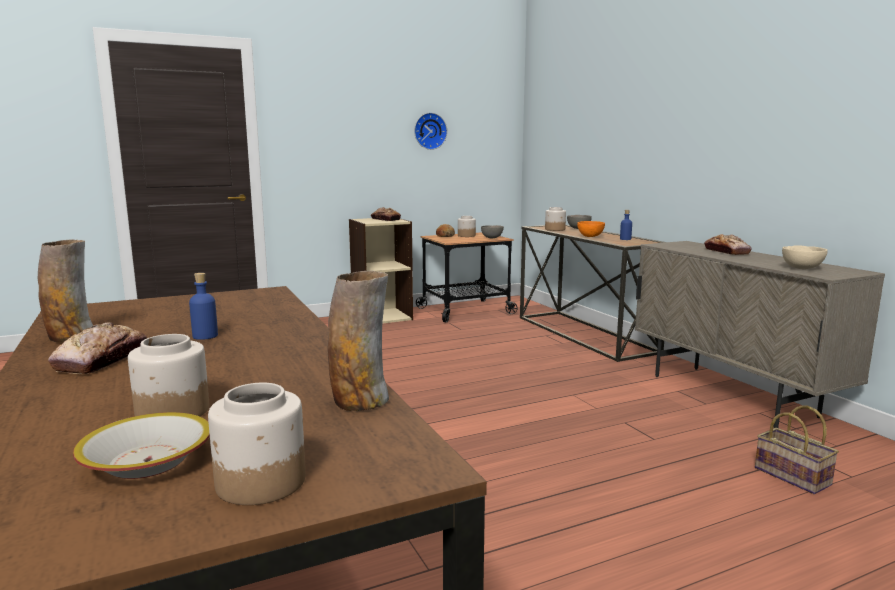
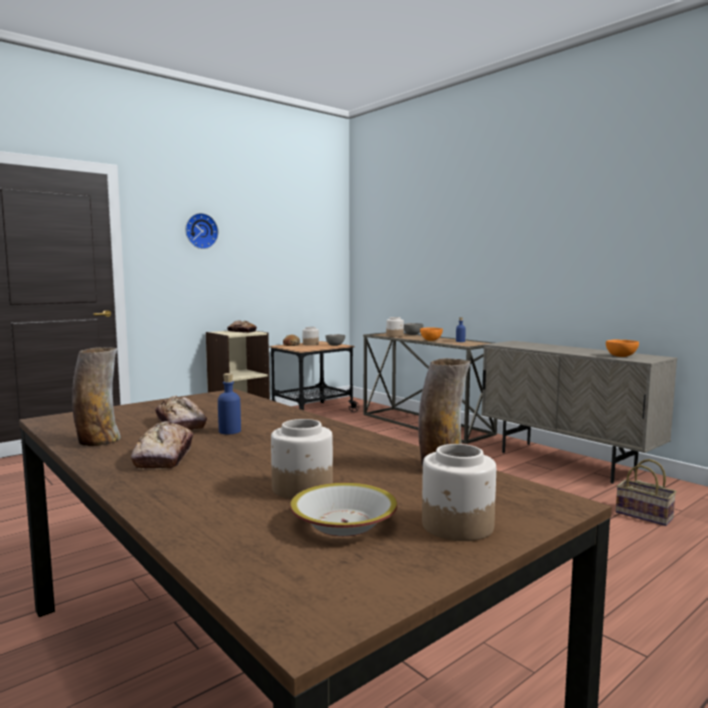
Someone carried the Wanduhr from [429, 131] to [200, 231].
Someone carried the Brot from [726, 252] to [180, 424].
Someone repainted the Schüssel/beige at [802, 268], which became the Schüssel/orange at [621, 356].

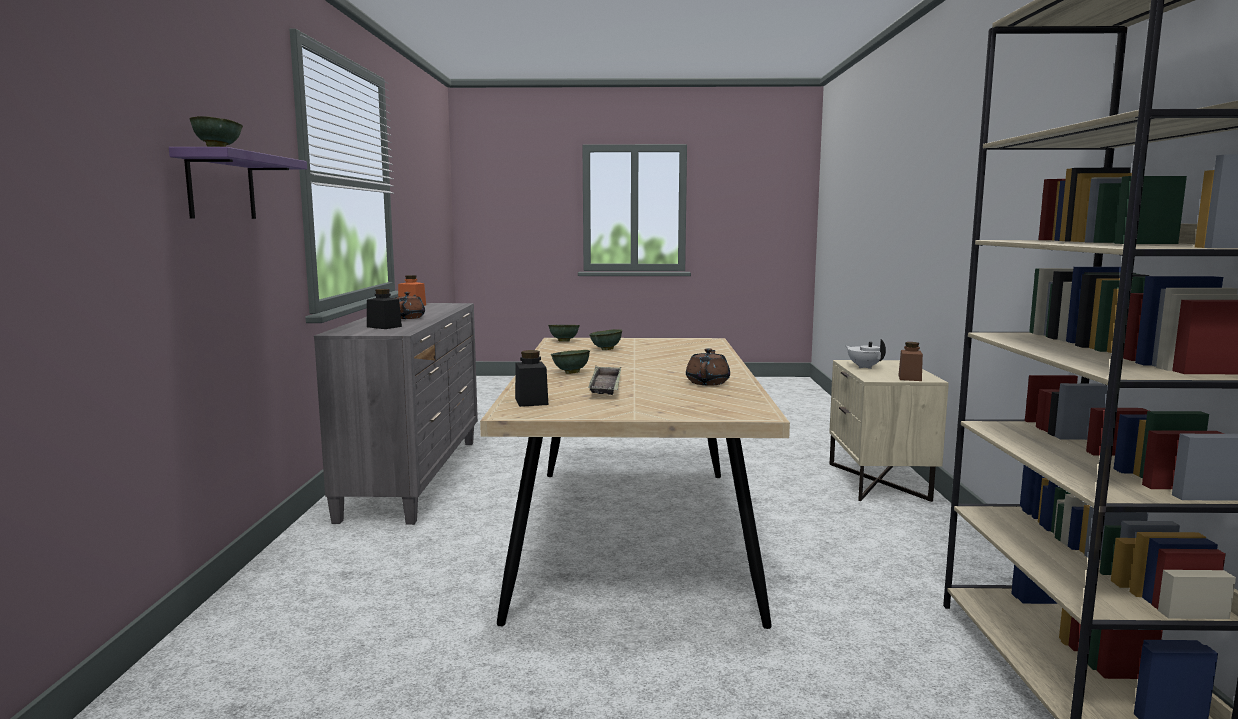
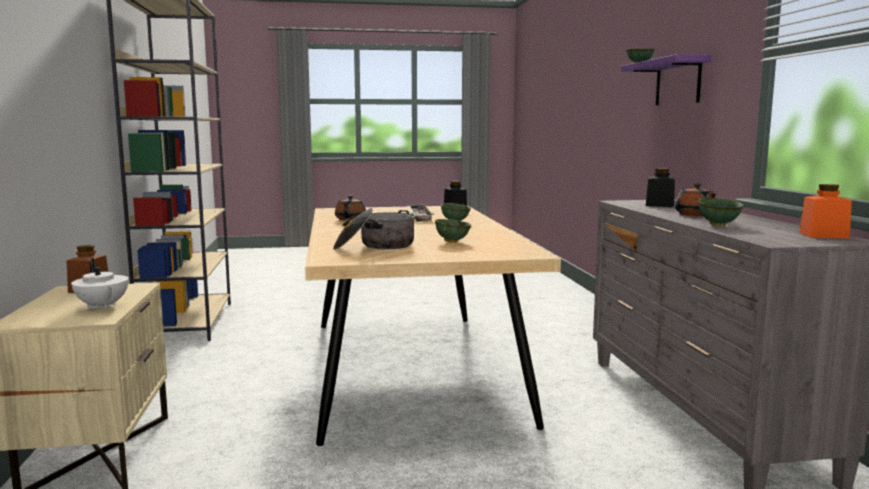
Someone put down the Kochtopf at [375, 246].
Someone carried the Schüssel/grün from [563, 341] to [719, 225].

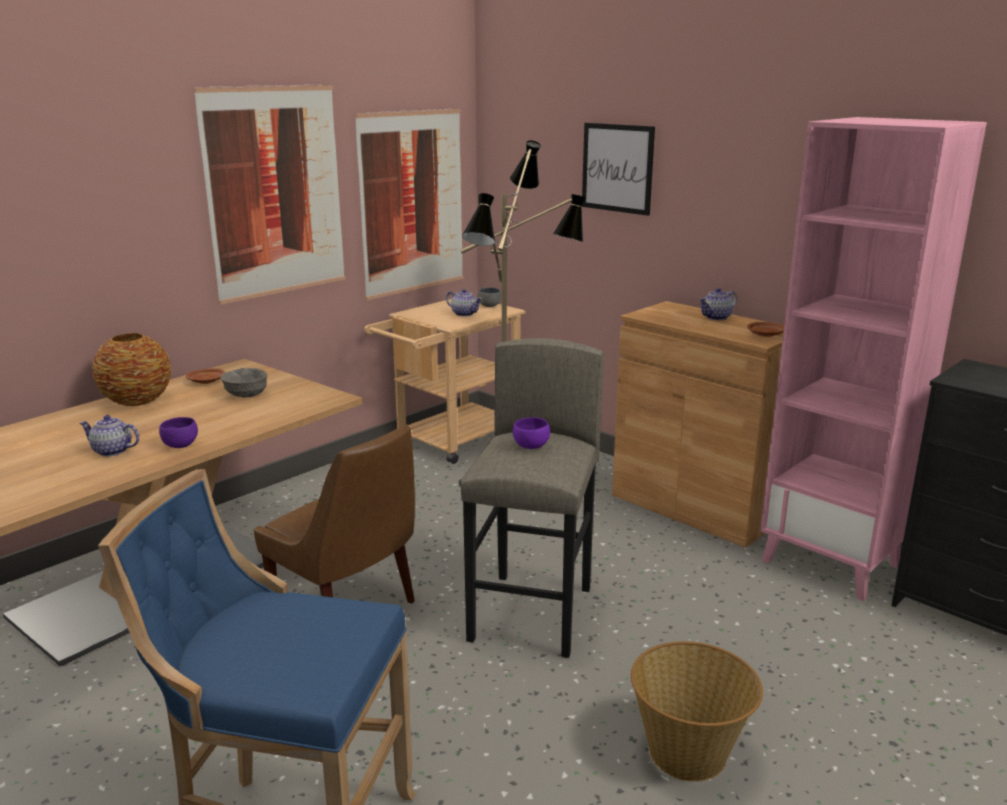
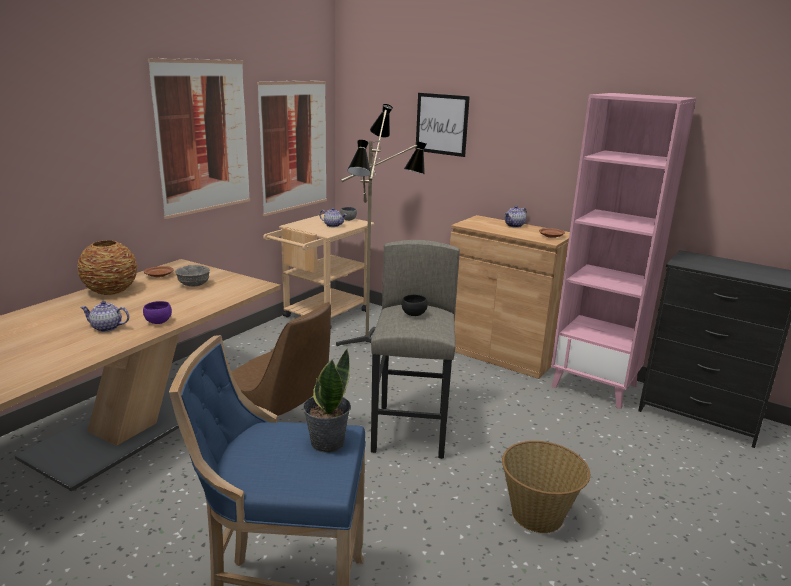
Someone put down the Topfpflanze at [327, 442].
Someone repainted the Schüssel/lila at [529, 446], which became the Schüssel/schwarz at [413, 314].

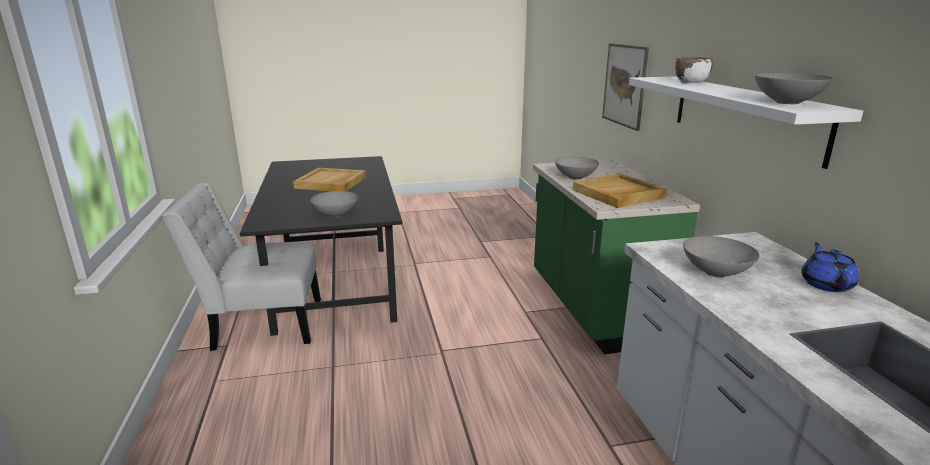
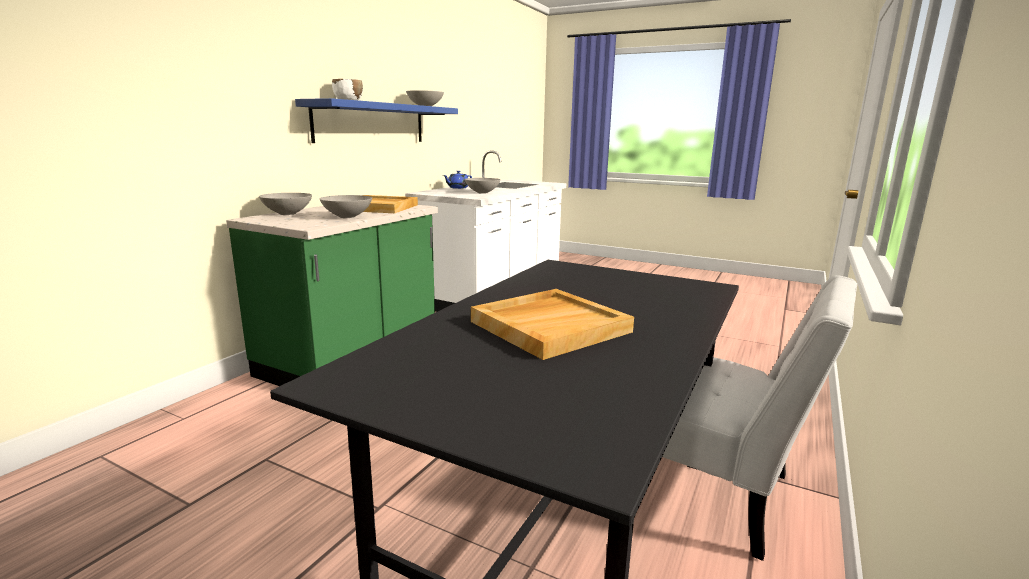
Someone took away the Bild at [624, 85].
Someone carried the Schüssel/grau from [336, 215] to [287, 213].
Someone repainted the Wandregal/weiß at [744, 116], which became the Wandregal/blau at [371, 123].

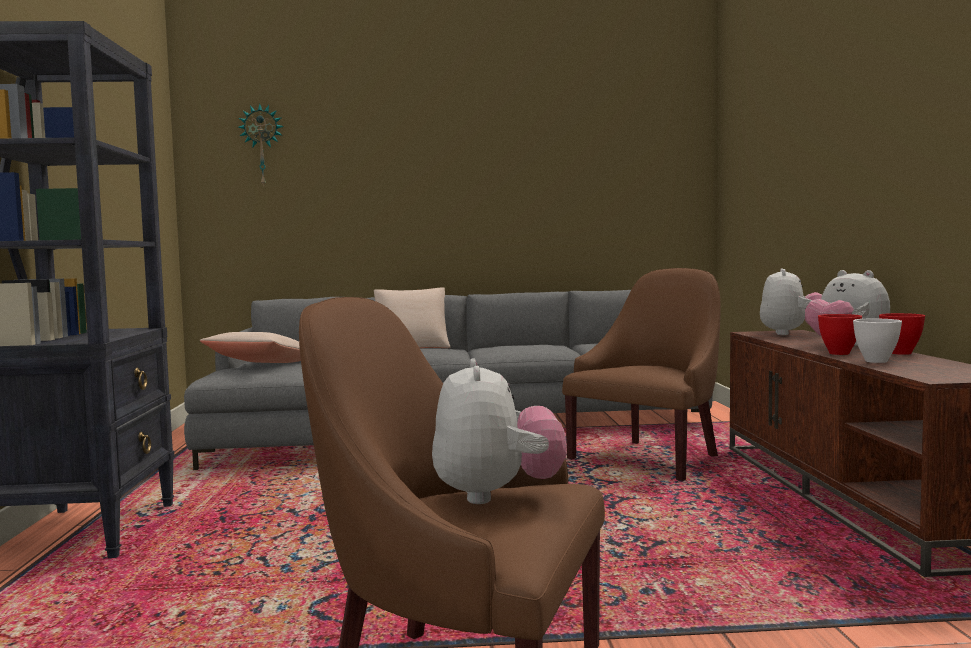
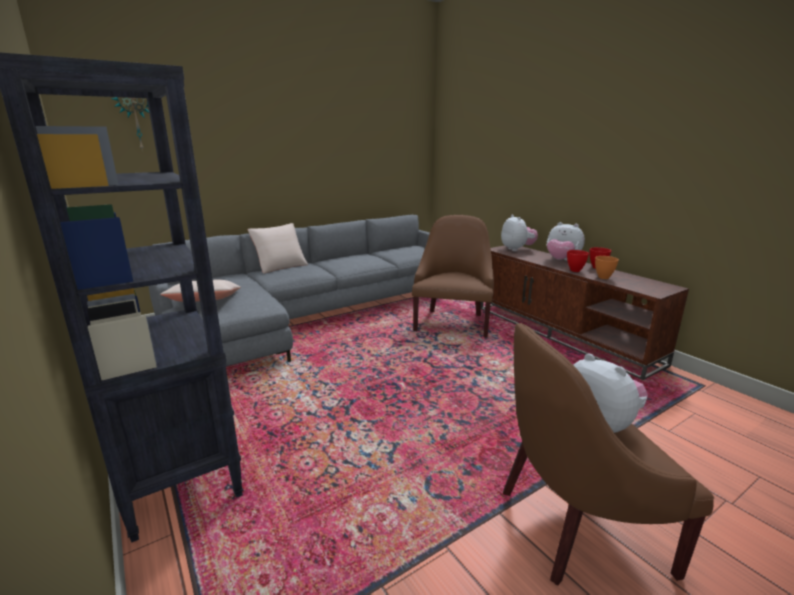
Someone repainted the Schüssel/weiß at [875, 361], which became the Schüssel/orange at [603, 277].

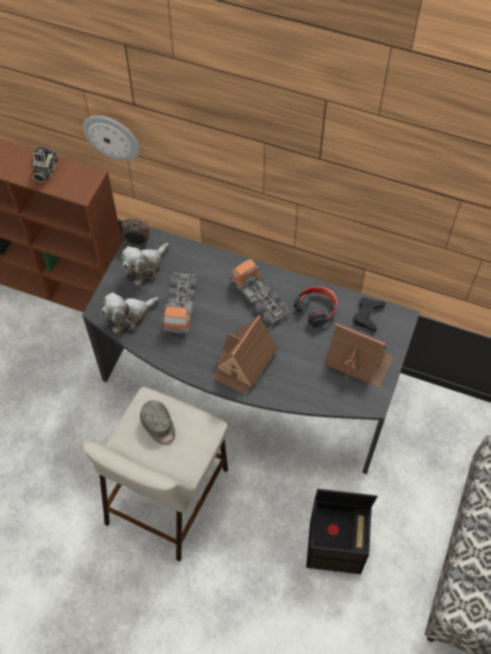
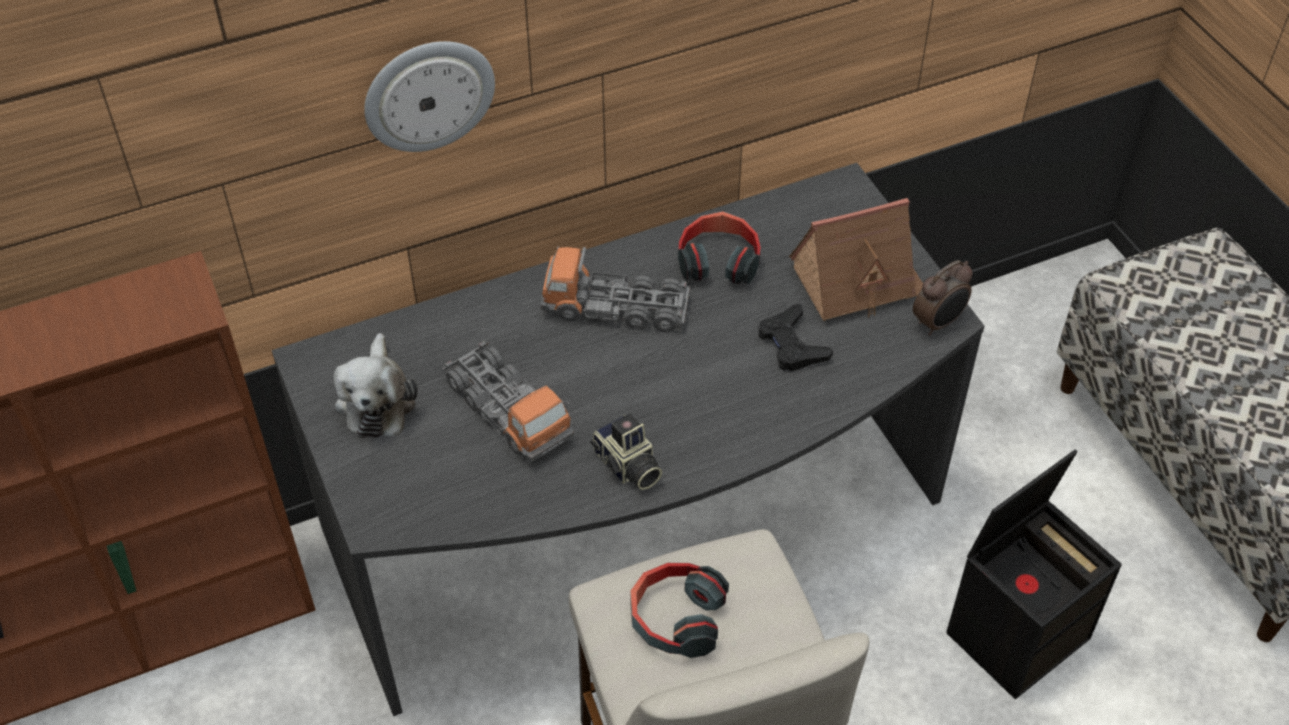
Someone took away the Plüschtier at [129, 316].
Someone took away the Spielzeughaus at [244, 362].
Someone carried the Kamera from [44, 170] to [627, 466].
Someone carried the Wanduhr from [112, 137] to [428, 94].
Someone carried the Wecker from [137, 242] to [938, 323].
Someone carried the Gamepad/schwarz from [368, 315] to [792, 344].
Someone swapped the Kappe/grau at [159, 426] for the Kopfhörer at [675, 618].

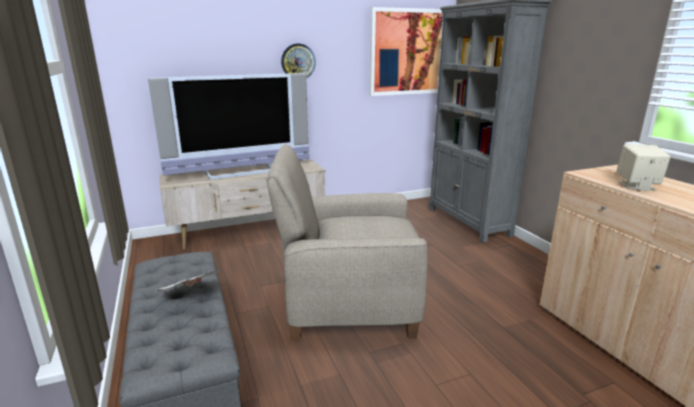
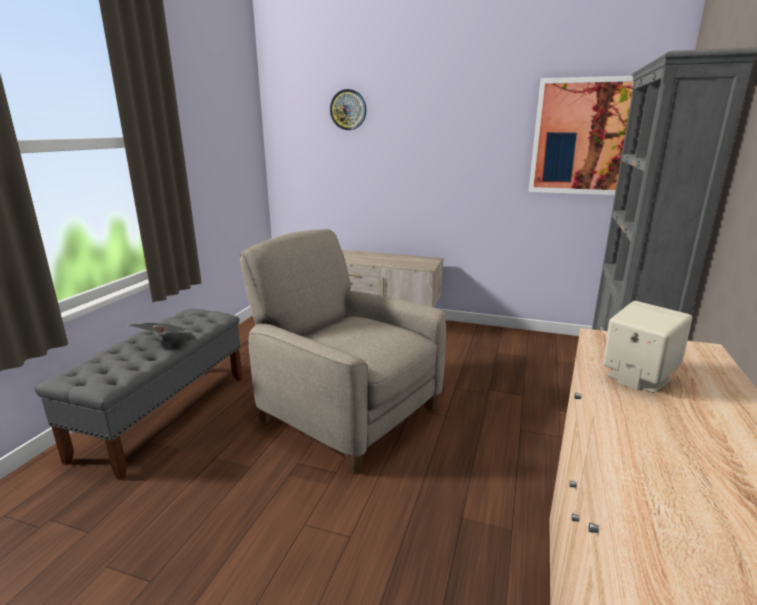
Someone took away the Fernseher at [241, 172].
Someone carried the Wanduhr from [298, 61] to [348, 110].

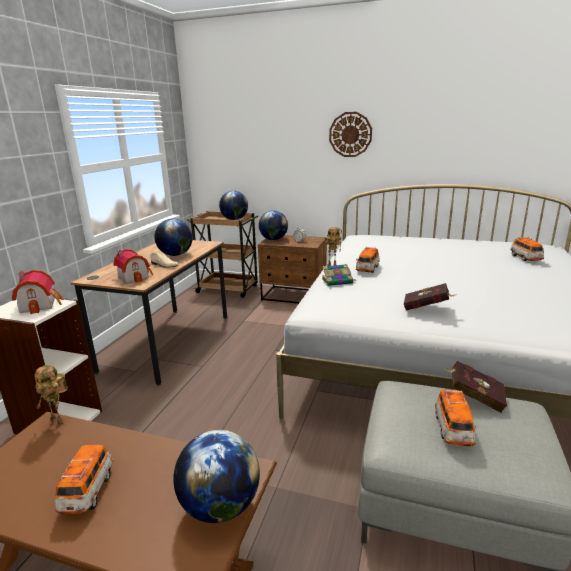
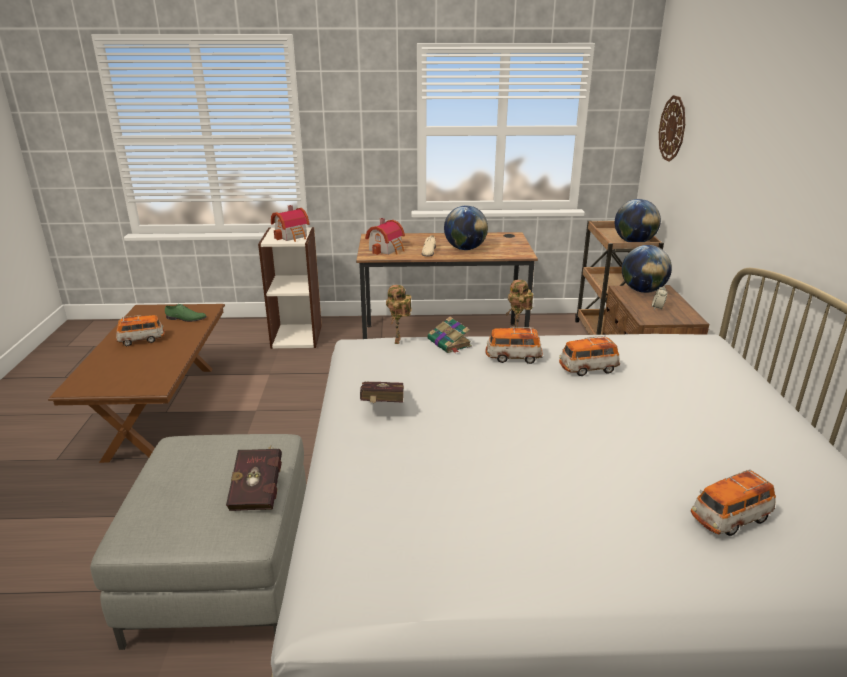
Someone took away the Globus at [220, 506].
Someone put down the Schuh/grün at [186, 318].
Someone carried the Spielzeugroboter from [59, 421] to [399, 341].
Someone carried the Wanduhr from [350, 134] to [672, 128].
Someone carried the Spielzeugauto from [453, 429] to [588, 369].

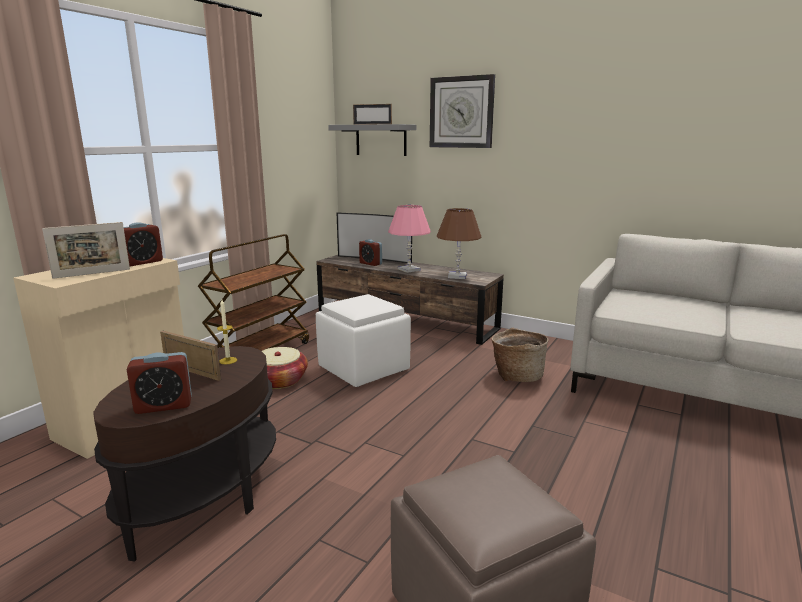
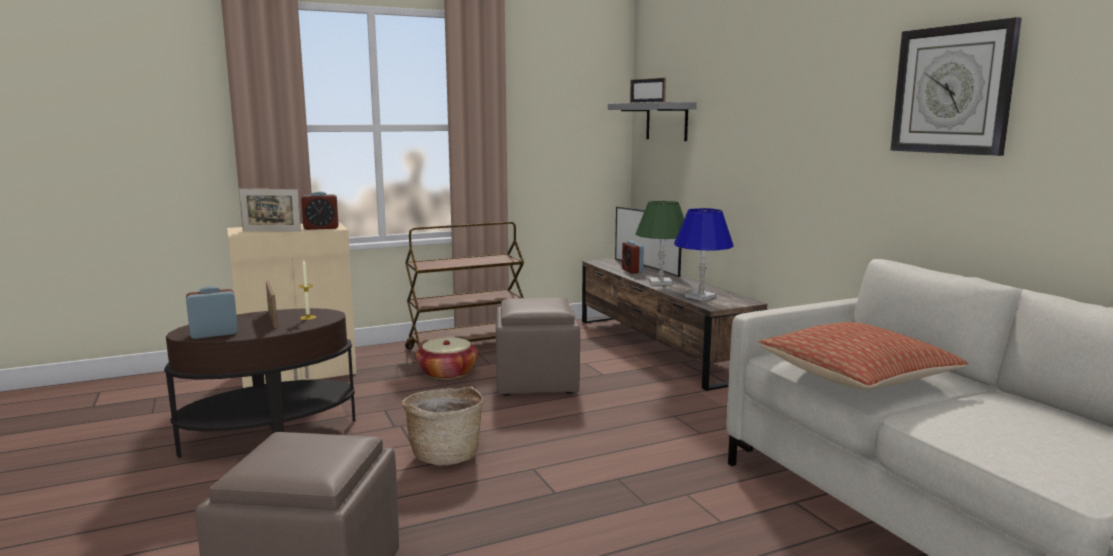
Someone put down the Kissen at [857, 377].
Someone carried the Wanduhr from [461, 112] to [952, 90].
Someone carried the Korb from [516, 376] to [445, 454].
Someone repainted the Polsterhocker/weiß at [363, 368], which became the Polsterhocker/braun at [537, 381].
Someone repainted the Tischlampe/rosa at [409, 269], which became the Tischlampe/grün at [660, 282].
Someone repainted the Tischlampe/braun at [457, 276], which became the Tischlampe/blau at [701, 297].
Someone rotated the Wecker at [164, 405] by 135 degrees clockwise.

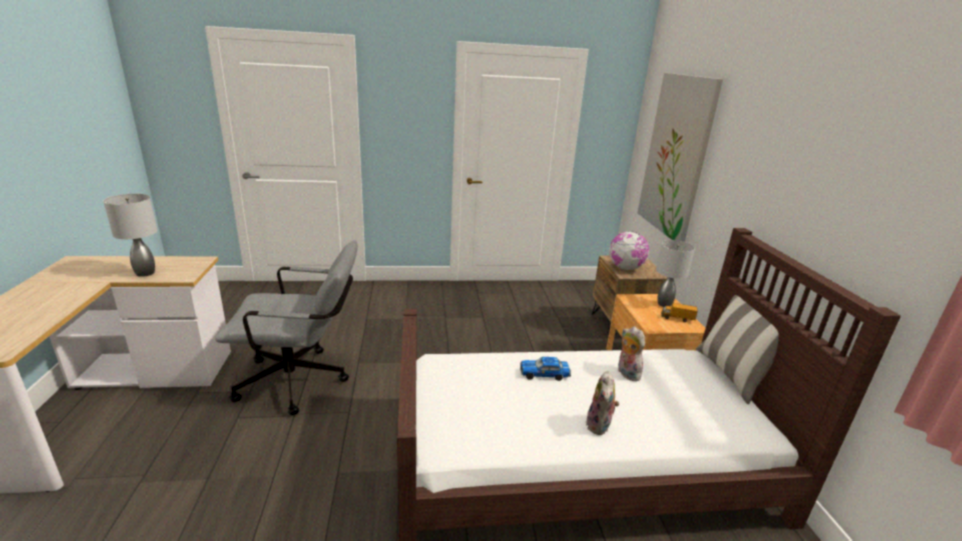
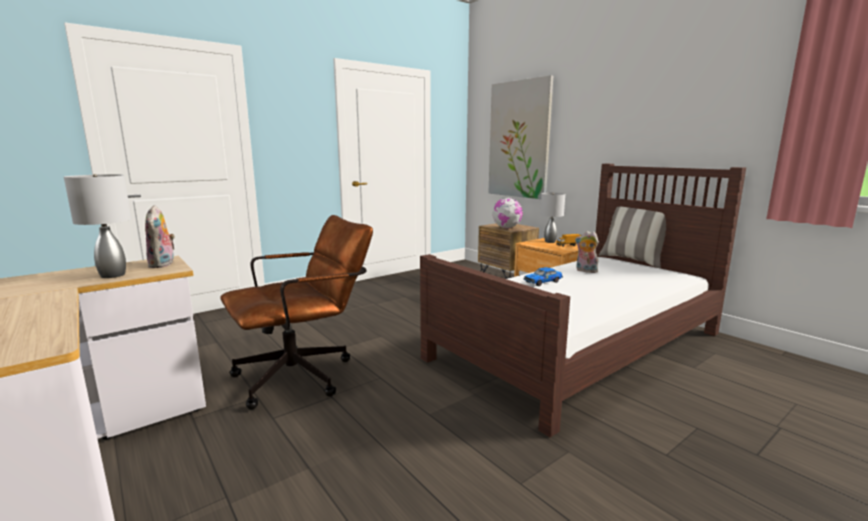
Someone carried the Plüschtier from [600, 426] to [163, 264].
Someone repainted the Bürostuhl/grau at [302, 381], which became the Bürostuhl/braun at [304, 374].

